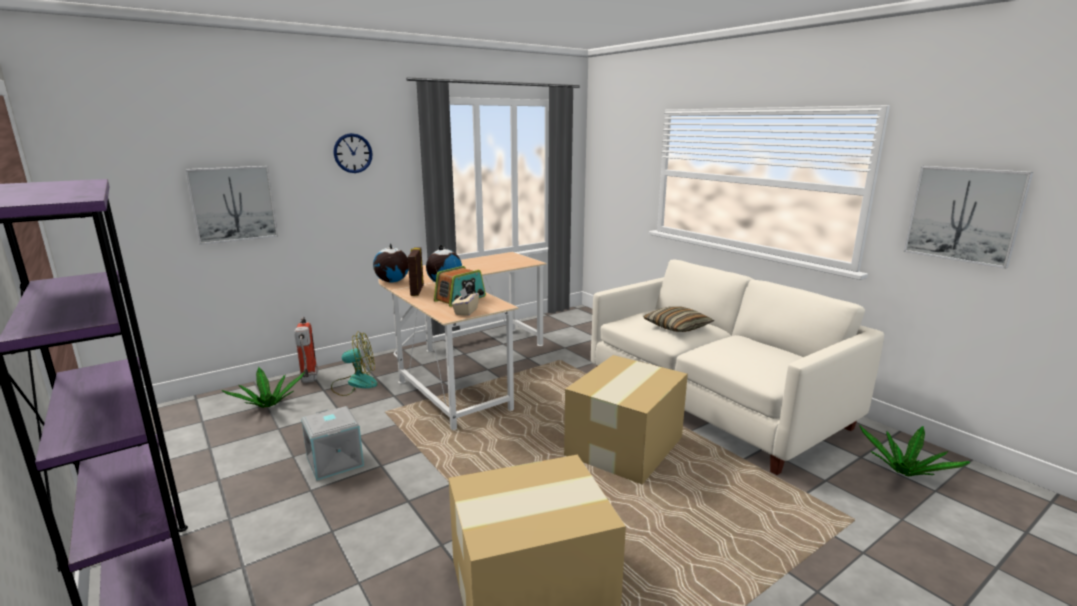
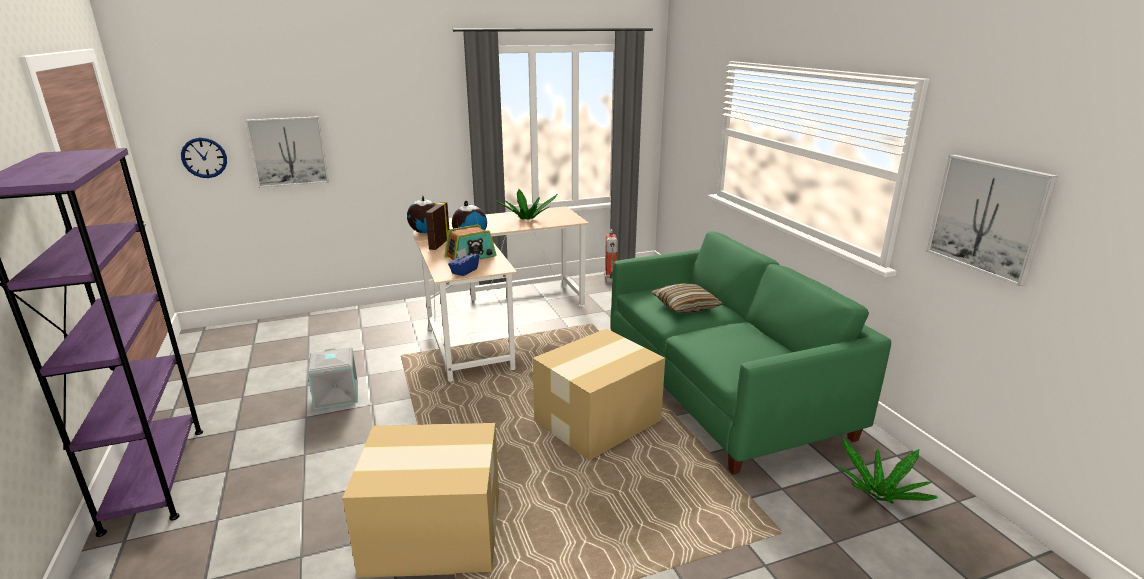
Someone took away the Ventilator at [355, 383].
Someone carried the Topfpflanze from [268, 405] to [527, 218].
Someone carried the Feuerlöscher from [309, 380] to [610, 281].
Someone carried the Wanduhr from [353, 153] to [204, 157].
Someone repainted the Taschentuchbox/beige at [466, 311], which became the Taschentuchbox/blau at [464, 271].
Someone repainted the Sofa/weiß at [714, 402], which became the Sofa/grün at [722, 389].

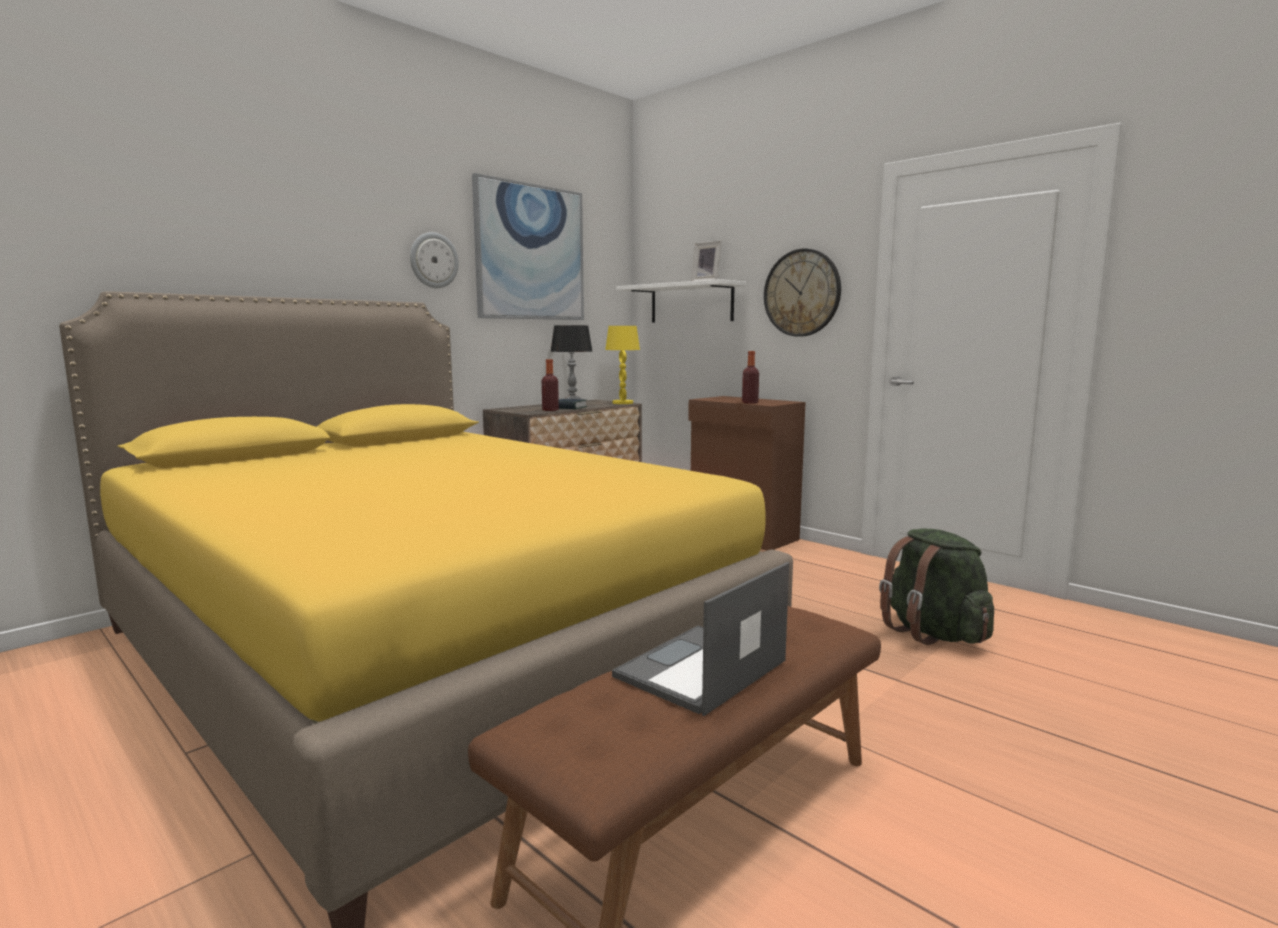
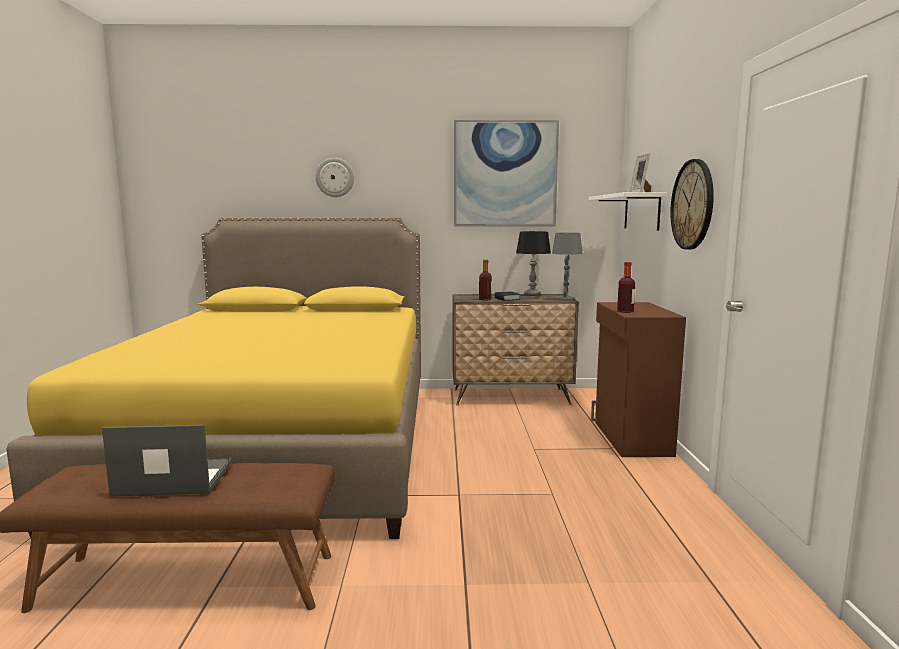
Someone took away the Rucksack/grün at [933, 633].
Someone carried the Wanduhr from [433, 260] to [335, 177].
Someone repainted the Tischlampe/gelb at [622, 403], which became the Tischlampe/grau at [565, 299].

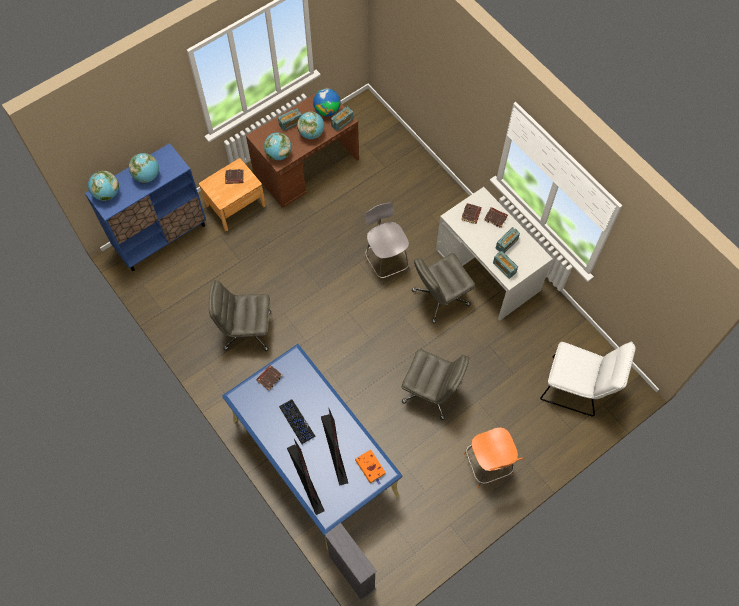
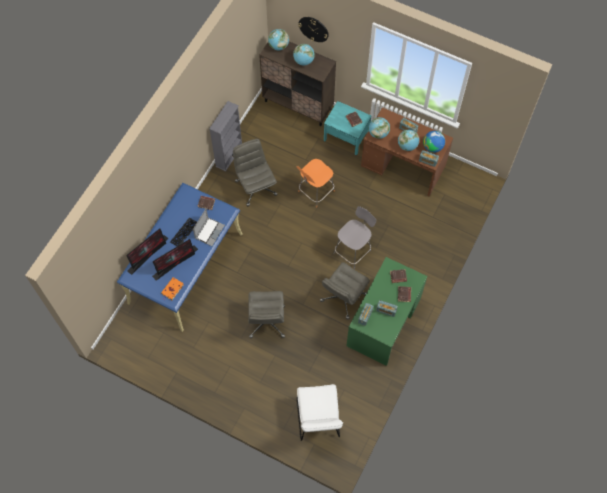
Someone put down the Laptop at [209, 231].
Someone put up the Wanduhr at [313, 29].
Someone carried the Bücherregal/grau from [352, 572] to [229, 155].
Someone carried the Stuhl/orange from [488, 465] to [315, 192].
Someone repainted the Schrank/blau at [161, 237], which became the Schrank/braun at [298, 105].
Someone repainted the Nachttisch/braun at [235, 205], which became the Nachttisch/türkis at [346, 136].
Someone repainted the Schreibtisch/weiß at [487, 270], which became the Schreibtisch/grün at [384, 321].
Someone rotated the Bürostuhl/grau at [440, 298] by 90 degrees counterclockwise.

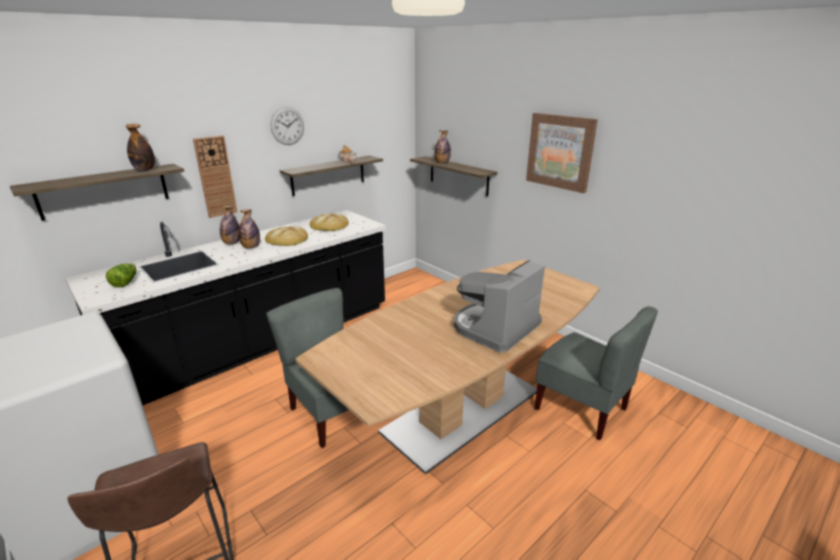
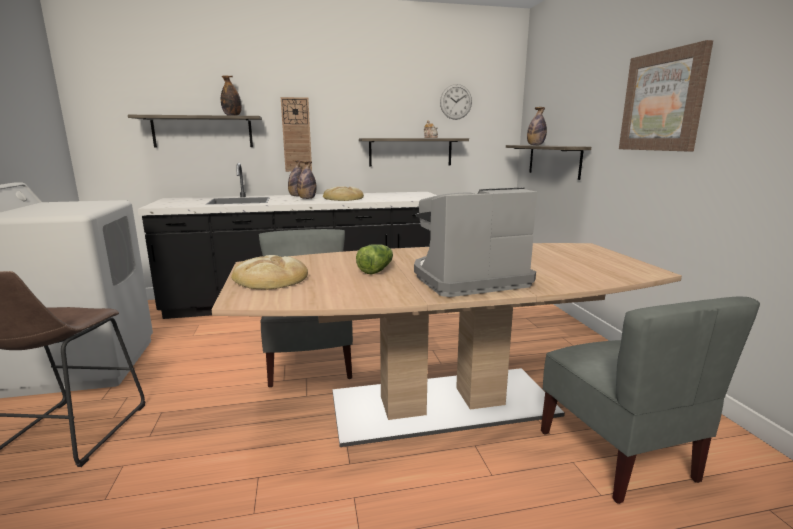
Someone carried the Salatkopf from [125, 282] to [376, 270].
Someone carried the Wanduhr from [287, 126] to [456, 102].
Someone carried the Brot from [329, 225] to [270, 279].

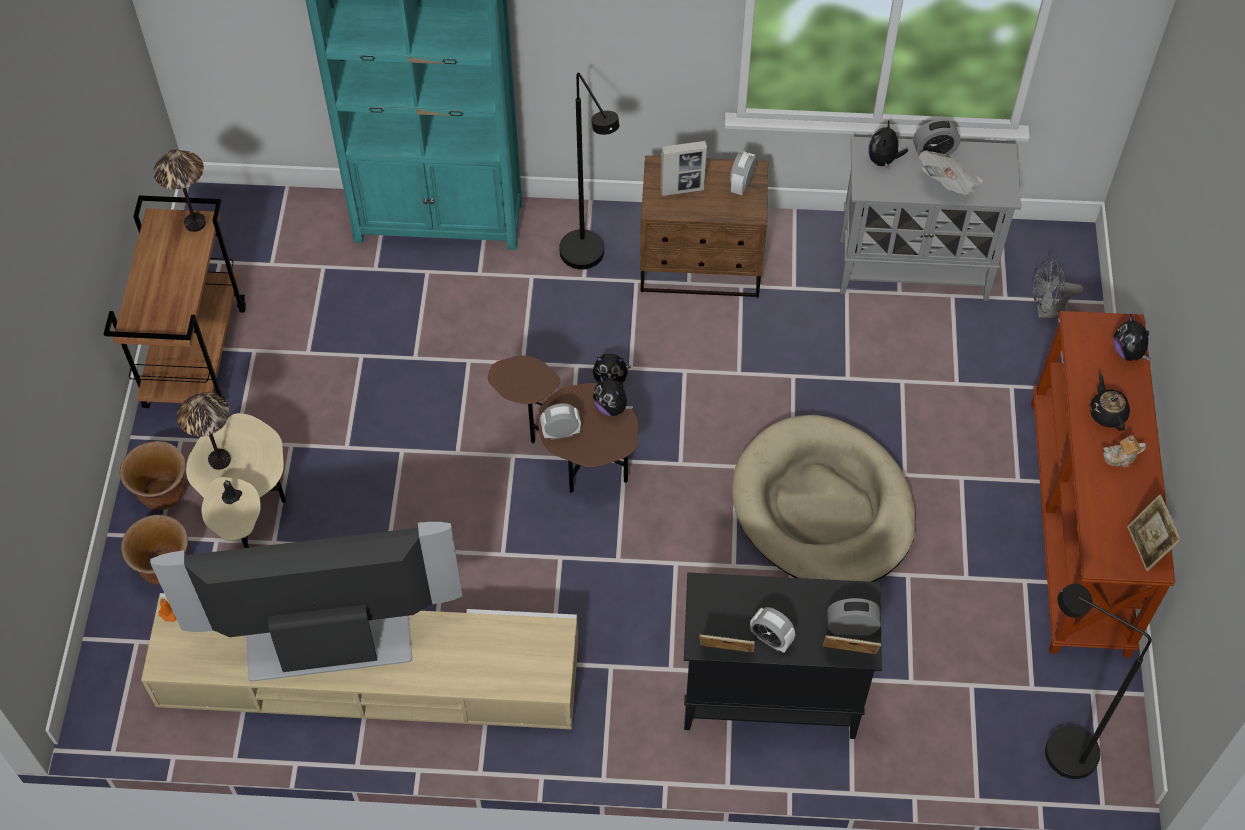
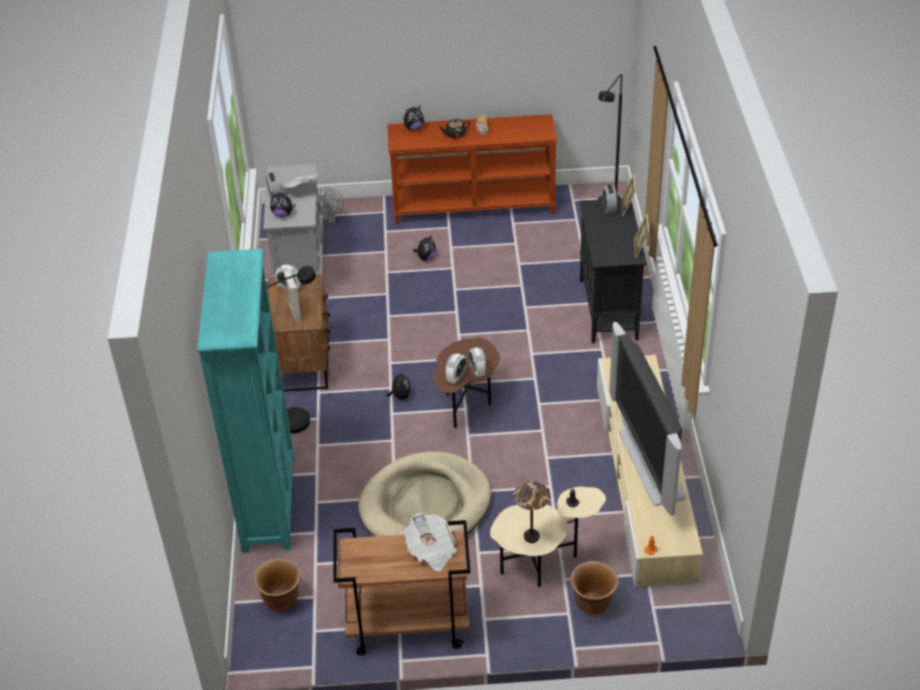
Someone took away the Tischlampe at [195, 223].
Someone took away the Bilderrahmen at [1146, 547].
Someone put down the Zeitung at [431, 551].
Someone carried the Pflanzkübel/braun from [164, 494] to [281, 600].
Someone carried the Plüschtier from [612, 407] to [426, 258].
Someone carried the Hundebett/beige from [823, 507] to [425, 505].
Someone carried the Wecker from [771, 639] to [456, 377].

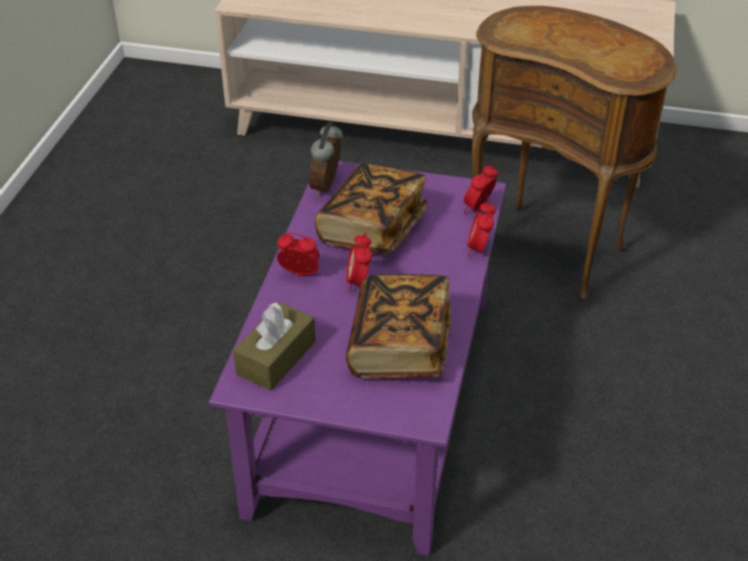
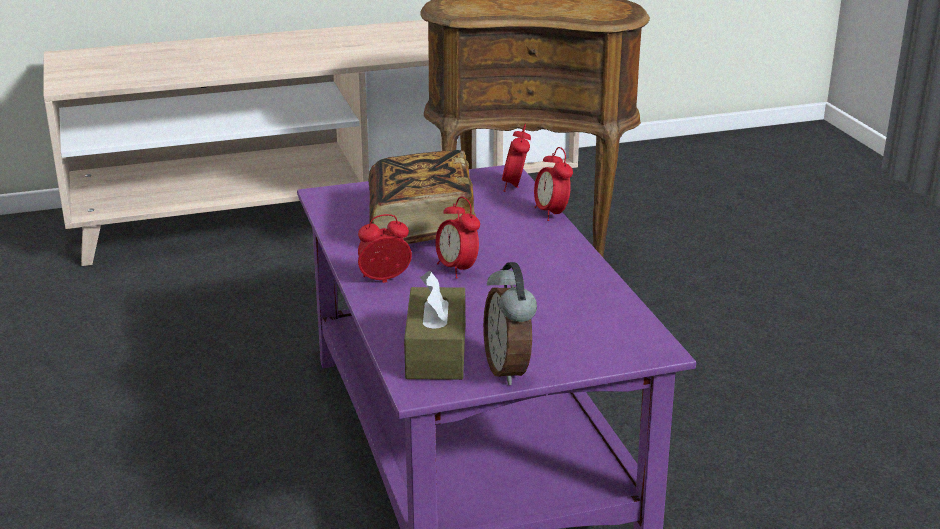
Someone took away the Buch at [400, 346].
Someone carried the Wecker from [327, 186] to [509, 370].

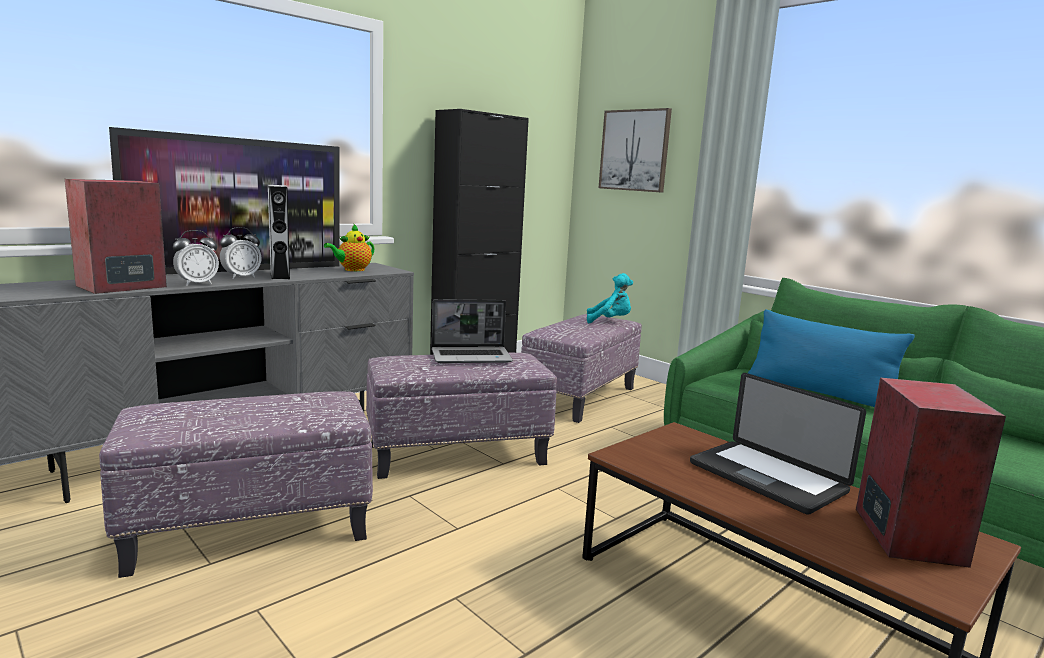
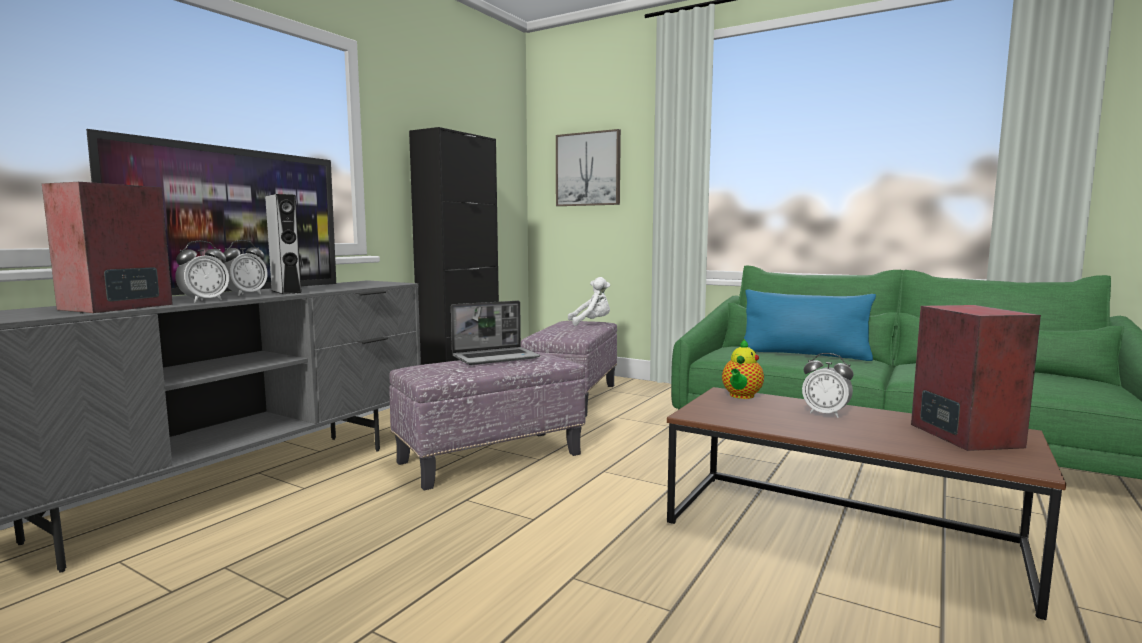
Someone took away the Polsterhocker at [249, 530].
Someone carried the Teekanne from [352, 270] to [741, 396].
Someone swapped the Laptop at [766, 477] for the Wecker at [825, 414].
Someone repainted the Plüschtier/türkis at [610, 321], which became the Plüschtier/weiß at [591, 323].

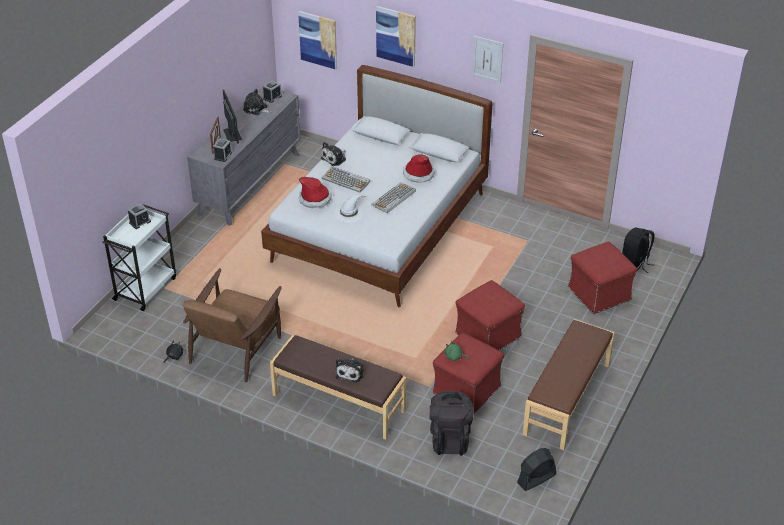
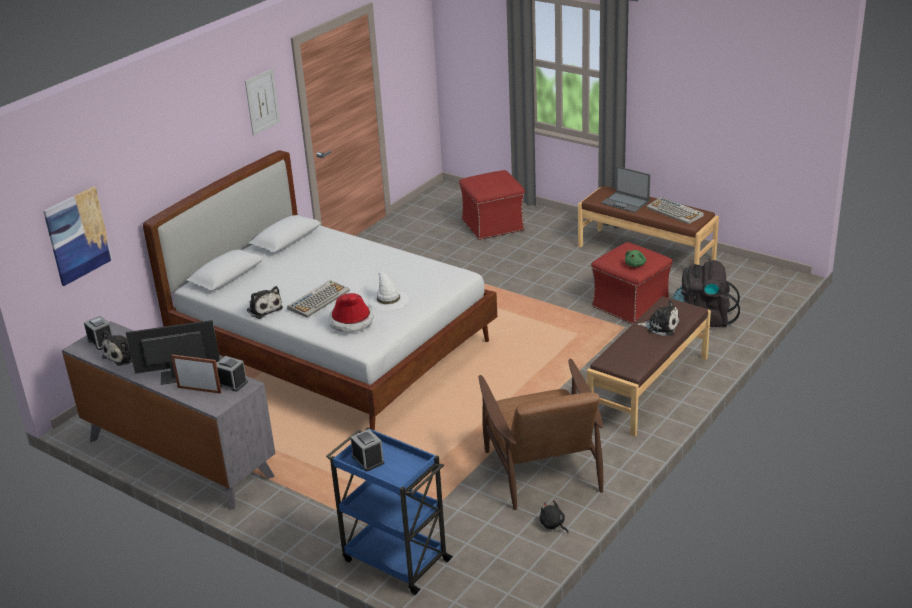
Someone took away the Bild at [396, 36].
Someone took away the Hut at [418, 174].
Someone took away the Polsterhocker/rot at [487, 335].
Someone took away the Ventilator/schwarz at [536, 478].
Someone took away the Rucksack/schwarz at [635, 264].
Someone put down the Laptop at [625, 202].
Someone carried the Tastatur from [393, 198] to [675, 212].
Someone repainted the Rollwagen/weiß at [146, 288], which became the Rollwagen/blau at [394, 559].
Someone rotated the Sessel/braun at [235, 347] by 45 degrees clockwise.

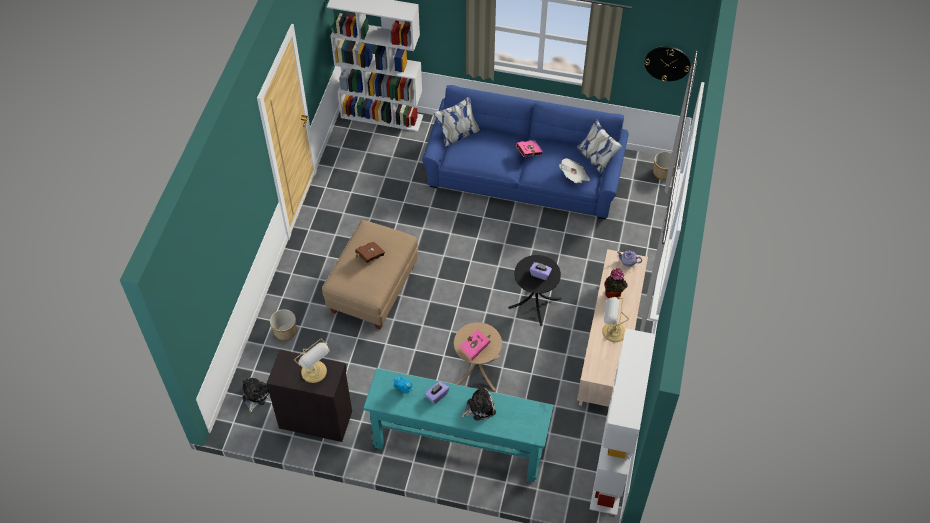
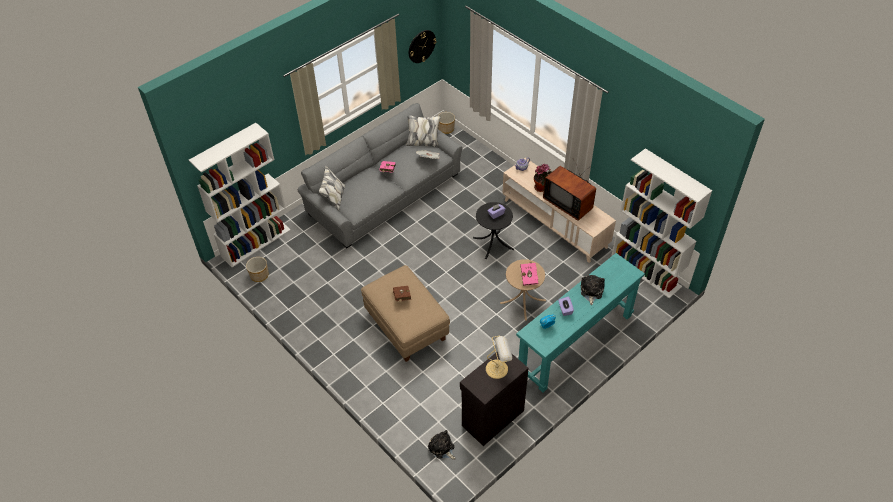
Someone carried the Pflanzkübel from [285, 331] to [259, 275].
Someone swapped the Tischlampe at [612, 331] for the Fernseher at [569, 203].
Someone repainted the Sofa/blau at [524, 175], which became the Sofa/grau at [384, 194].

